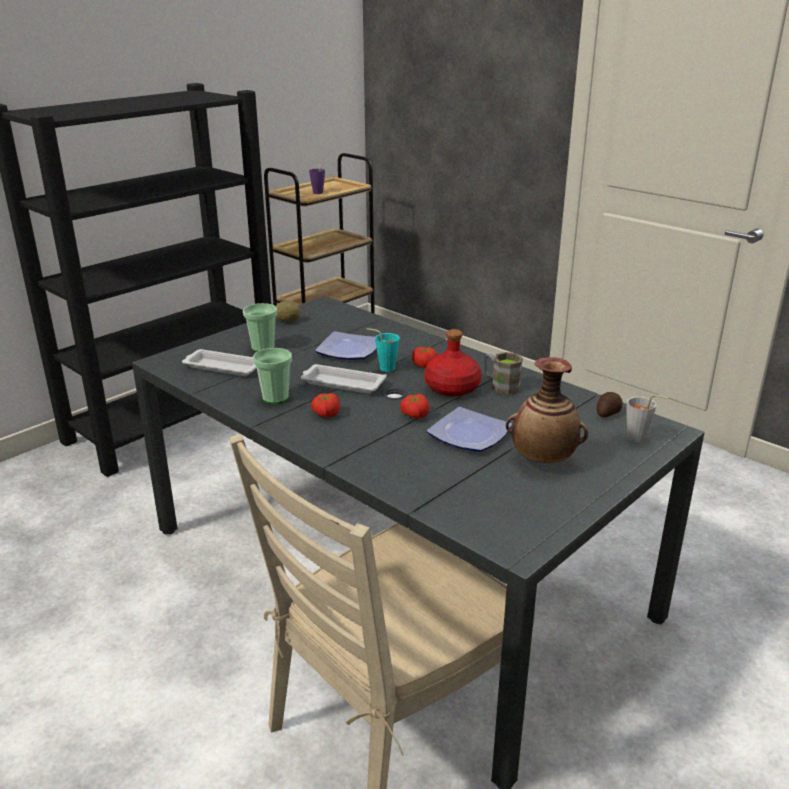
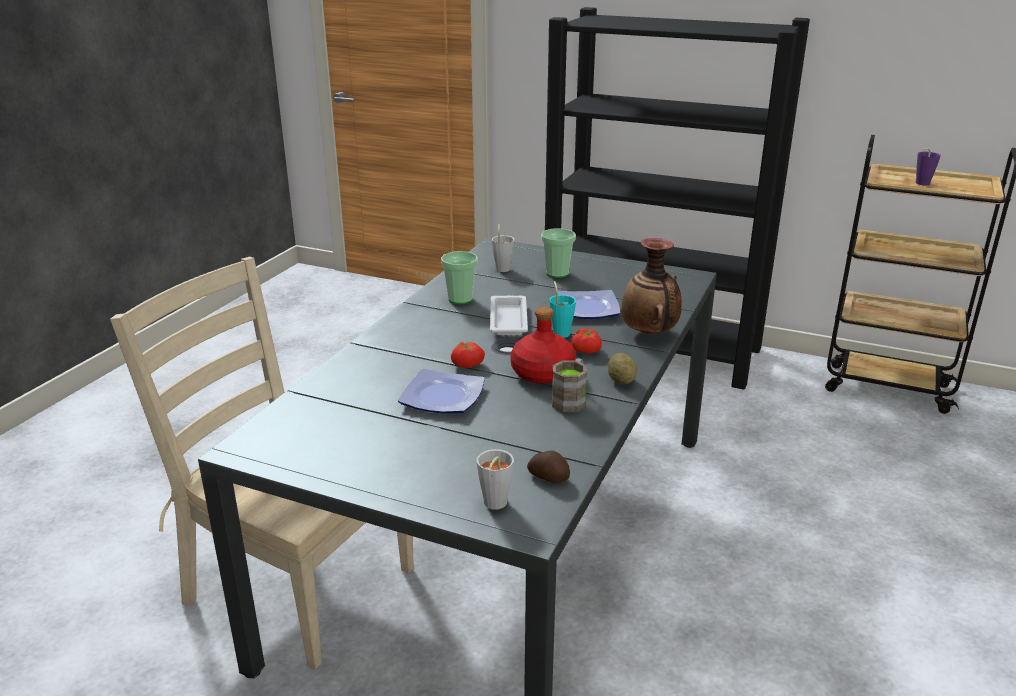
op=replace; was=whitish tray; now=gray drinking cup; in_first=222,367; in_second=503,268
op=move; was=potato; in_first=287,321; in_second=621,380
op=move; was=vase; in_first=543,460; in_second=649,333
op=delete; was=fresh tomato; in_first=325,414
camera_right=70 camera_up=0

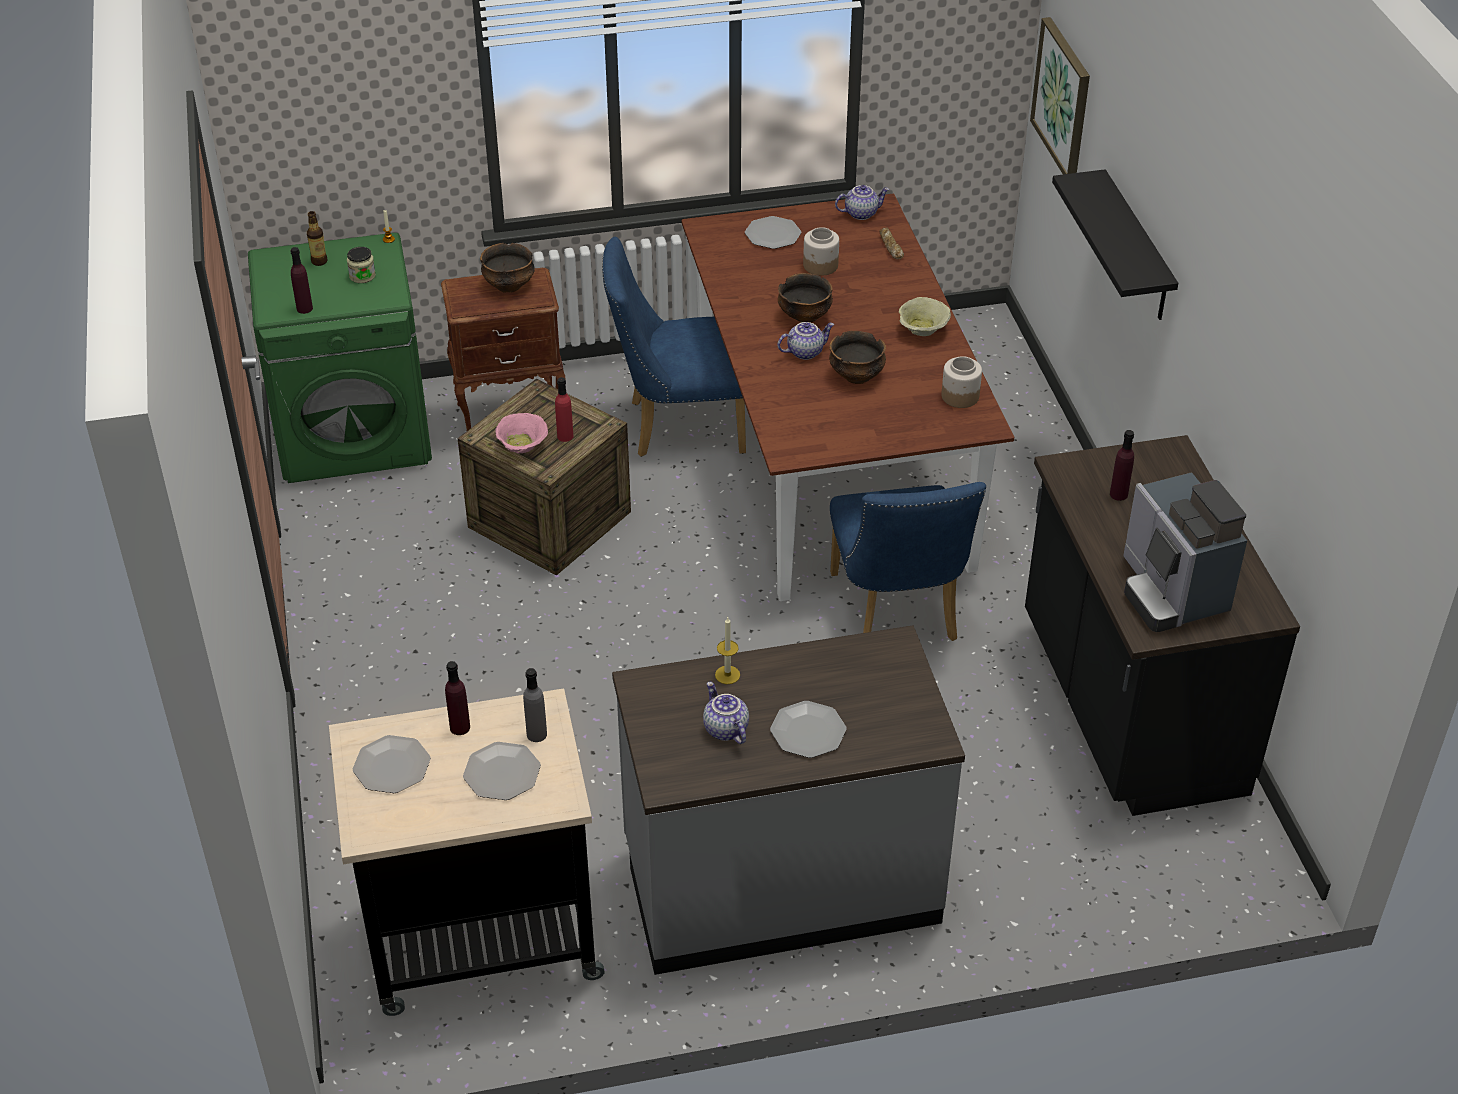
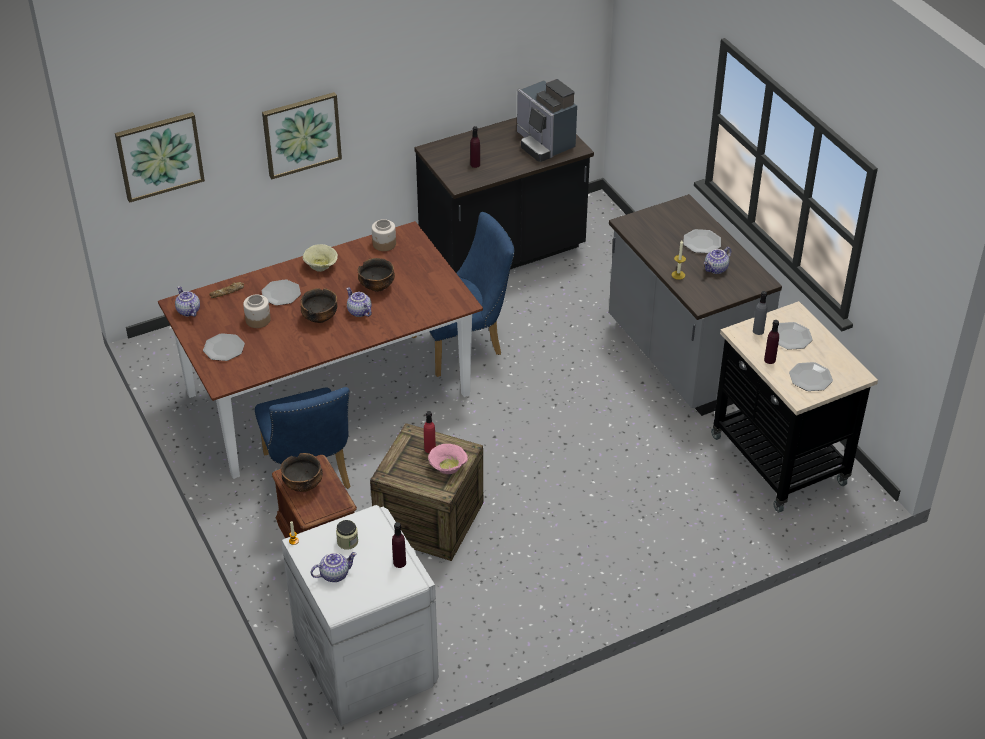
op=replace; was=black wall shelf; now=picture; in_first=1136,249; in_second=301,134
op=insert; now=plate; in_second=281,293
op=recolor; was=greenish washing machine; now=whitish washing machine; in_first=355,435; in_second=367,659
op=replace; was=drink bottle; now=pot for tea; in_first=319,261; in_second=334,574
op=rotate; was=coffee machine; in_first=1171,591; in_second=544,143; clockwise=90
camera_right=-105 camera_up=0

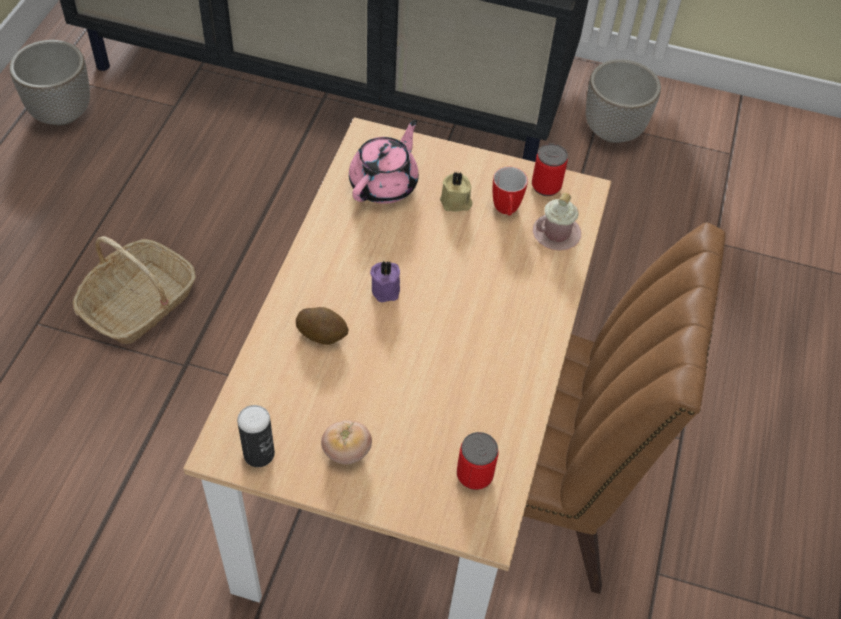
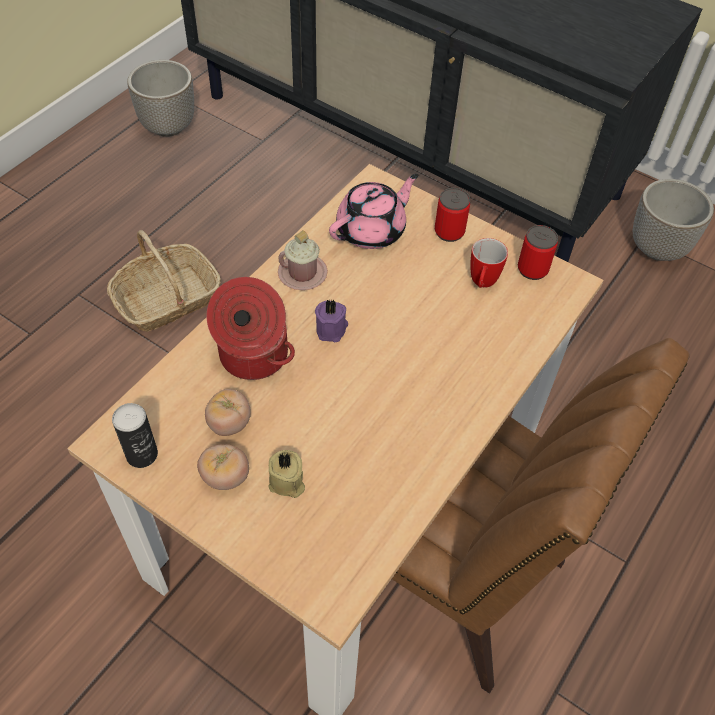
op=insert; now=fresh tomato; in_second=229,423
op=replace; was=potato; now=stockpot; in_first=322,334; in_second=252,356
op=move; was=beige wax candle; in_first=456,202; in_second=287,483
op=move; was=pink-coloured coffee mug; in_first=556,233; in_second=302,273
op=move; was=can; in_first=474,475; in_second=449,232
camera_right=20 camera_up=0

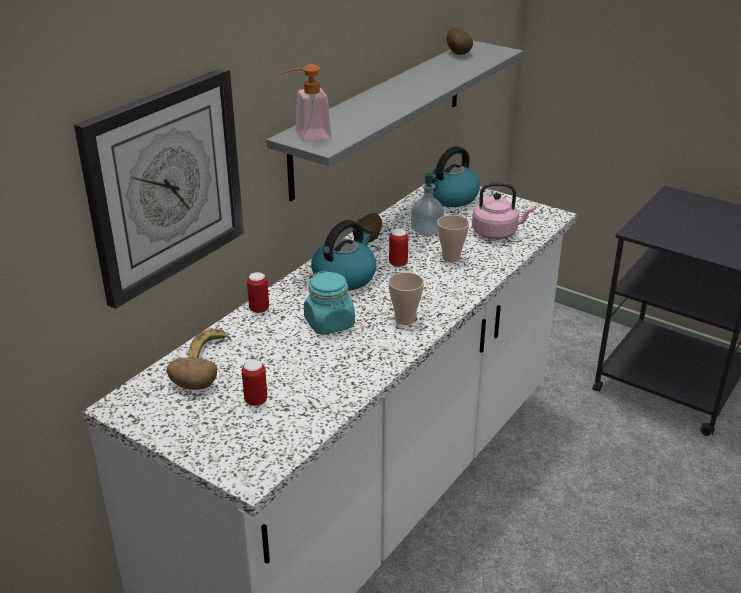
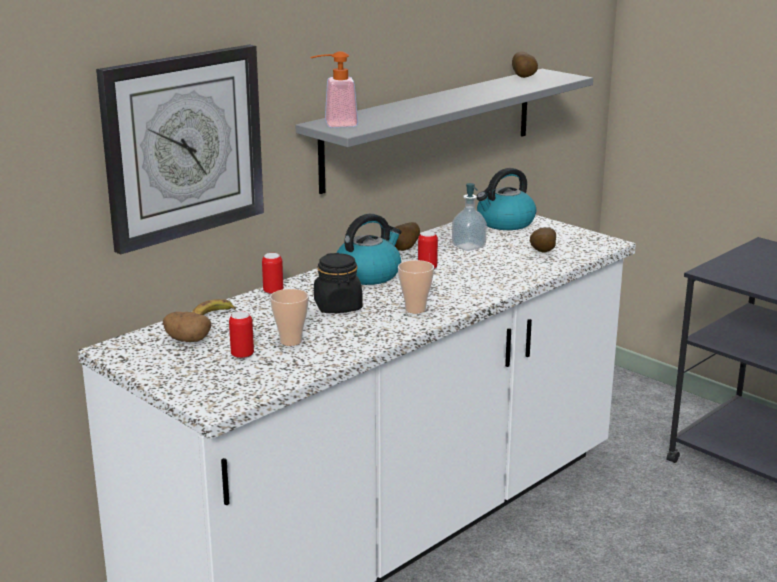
op=move; was=drinking cup; in_first=451,257; in_second=291,341
op=recolor; was=blue-green preserve jar; now=black preserve jar; in_first=329,323; in_second=338,307
op=replace; was=pink-coloured kettle; now=potato; in_first=497,233; in_second=542,252
camera_right=10 camera_up=-10

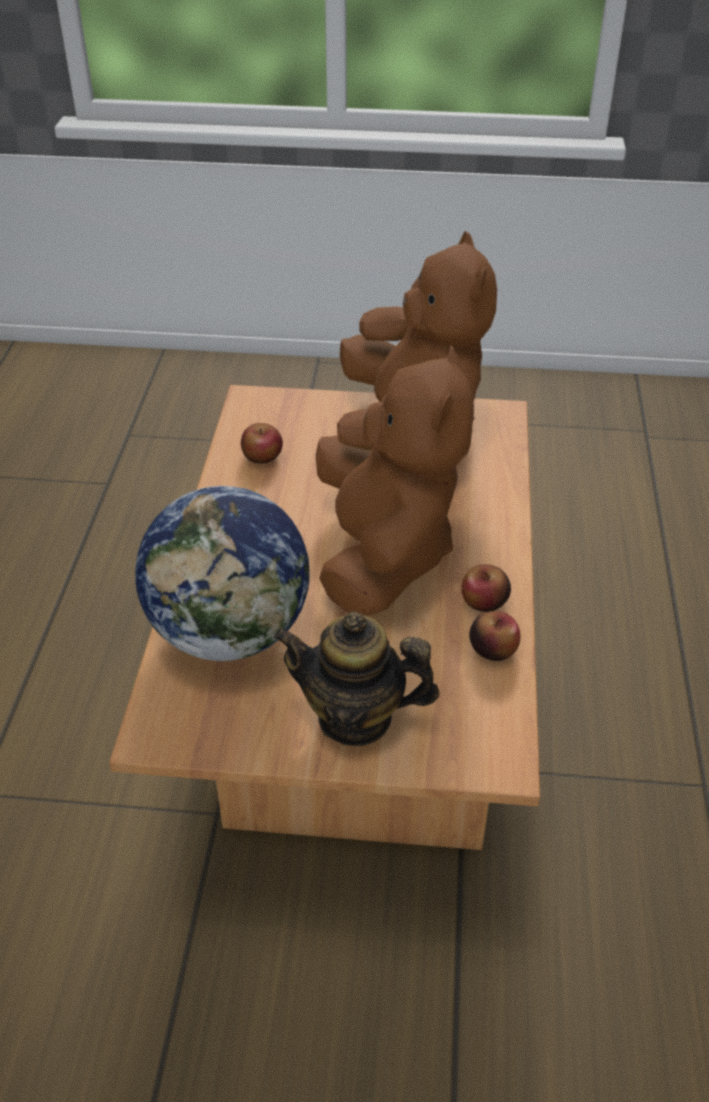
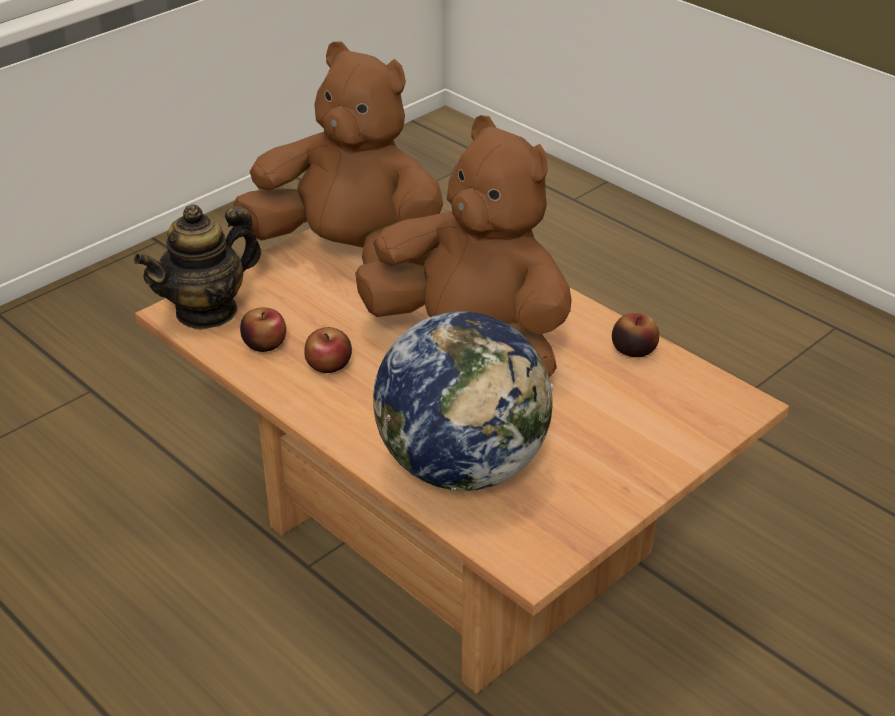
op=move; was=pot for tea; in_first=355,717; in_second=207,311
op=move; was=apple fruit; in_first=484,602; in_second=329,365
camera_right=-50 camera_up=-5

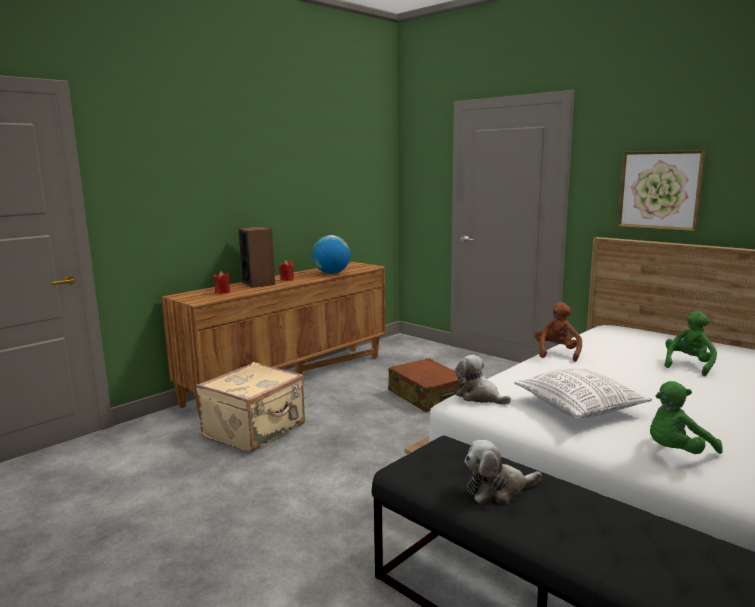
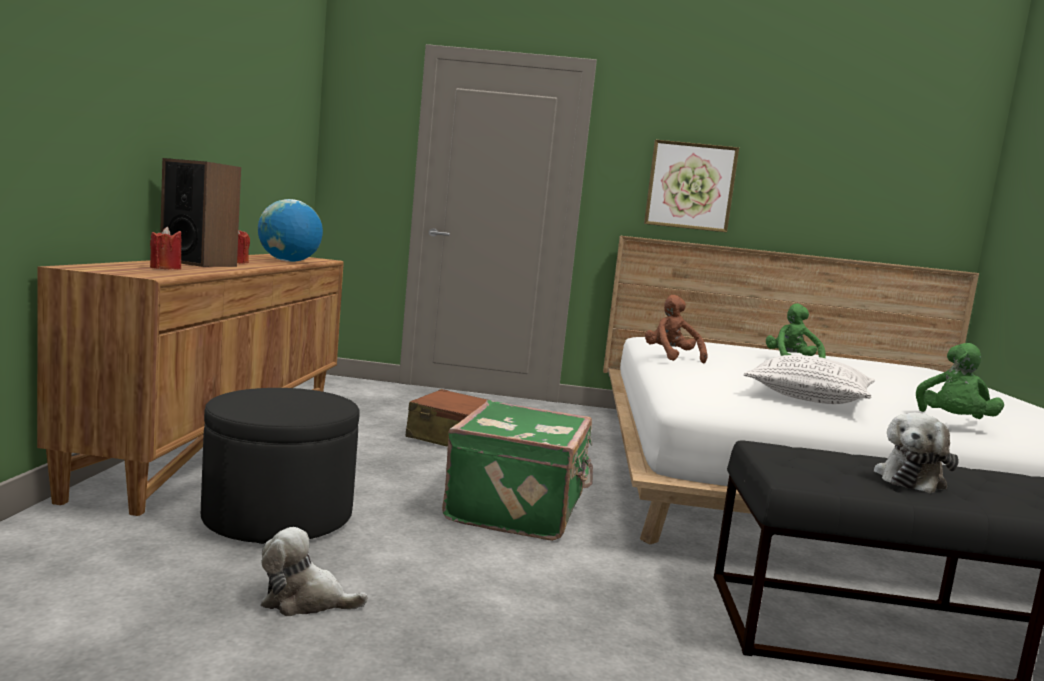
op=replace; was=beige travel case; now=black footrest; in_first=256,431; in_second=278,516
op=move; was=soft toy; in_first=479,397; in_second=305,601
op=insert; now=greenish travel case; in_second=519,509
camera_right=-40 camera_up=-5

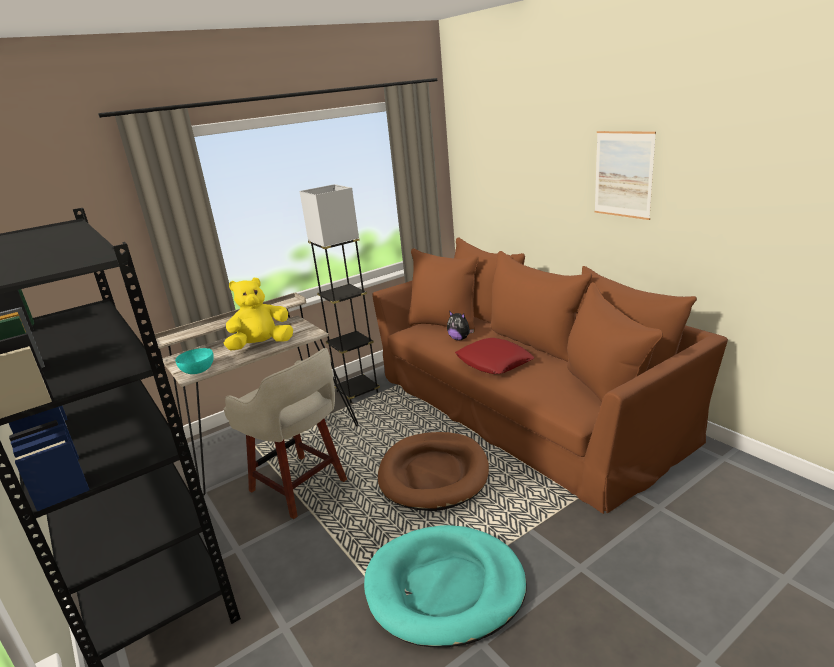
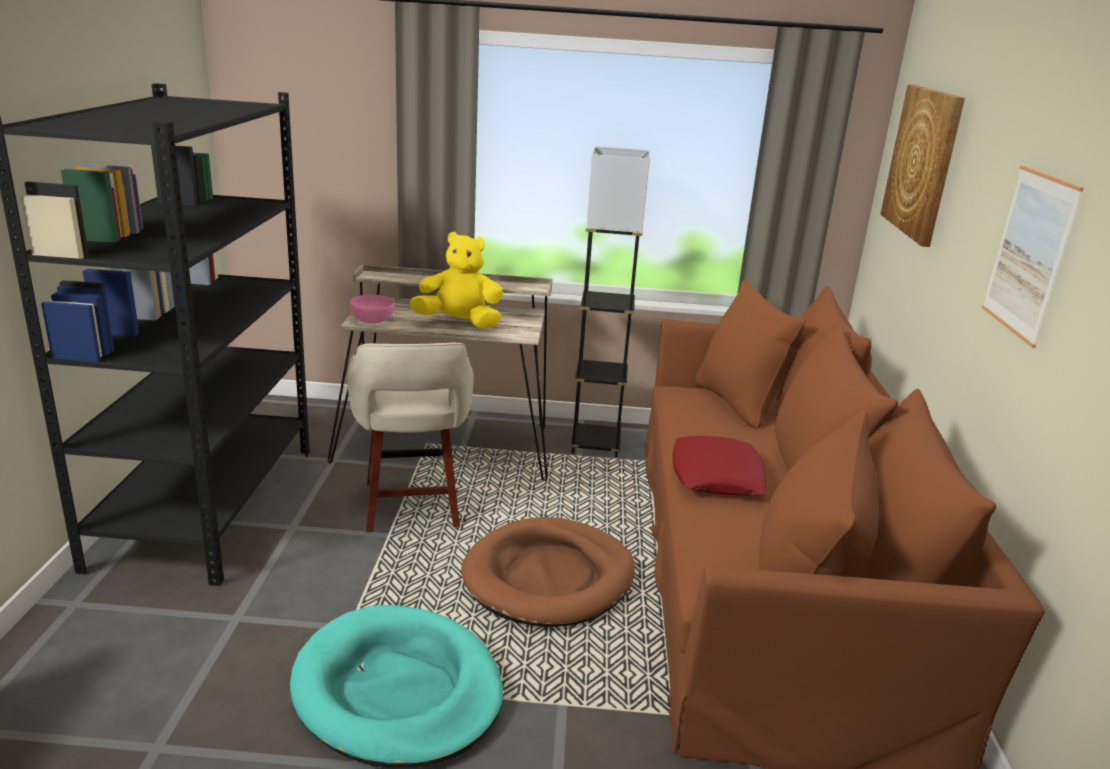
op=recolor; was=blue-green deep dish; now=pink-coloured deep dish; in_first=198,370; in_second=373,320
op=insert; now=picture; in_second=922,162
op=delete; was=soft toy; in_first=459,339
camera_right=35 camera_up=0

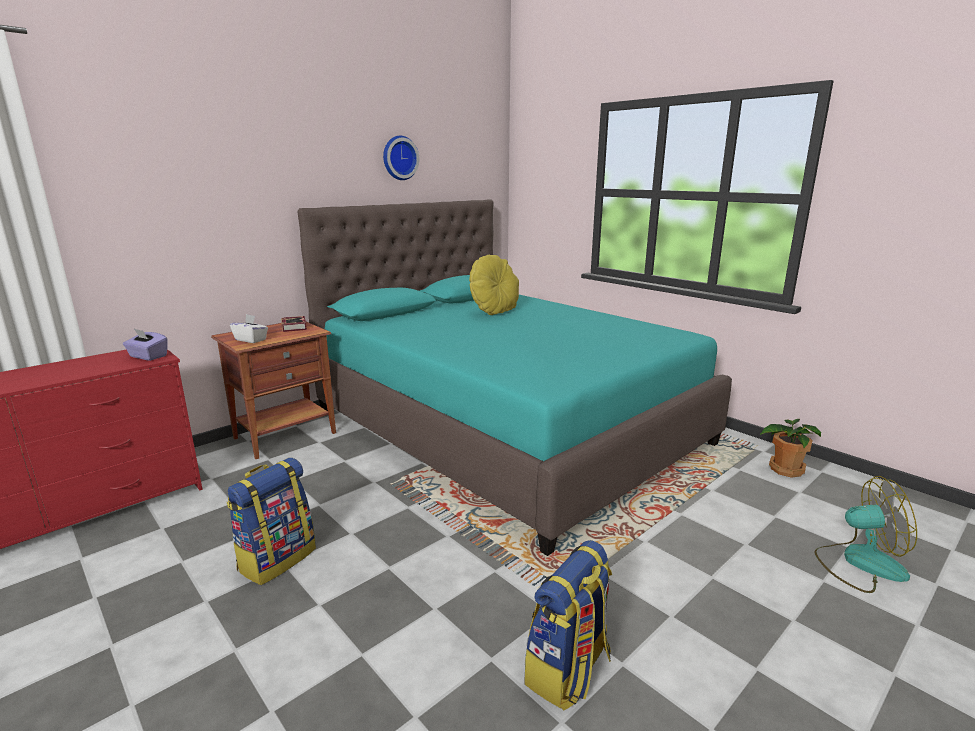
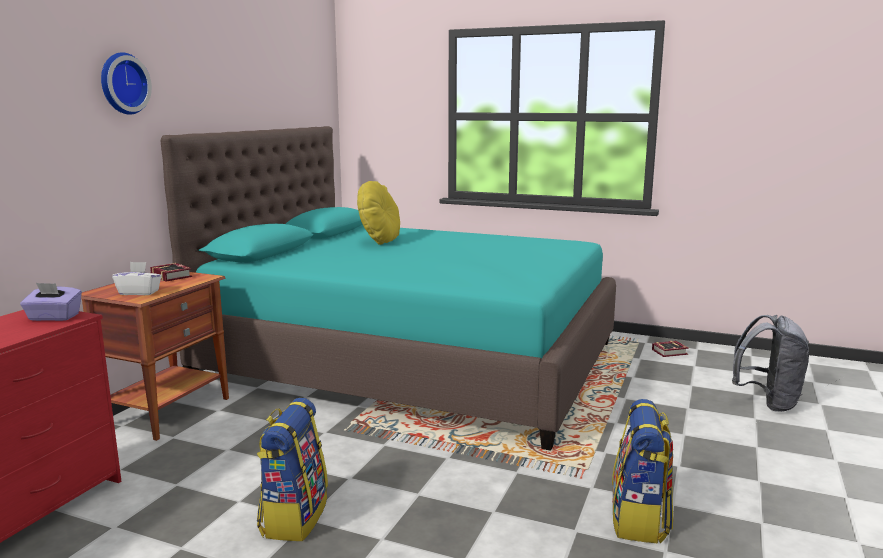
op=move; was=clock on the wall; in_first=399,158; in_second=122,83
op=replace; was=houseplant; now=book; in_first=784,469; in_second=671,352
op=replace; was=electric fan; now=gray knapsack; in_first=859,563; in_second=767,402
camera_right=-25 camera_up=-5

